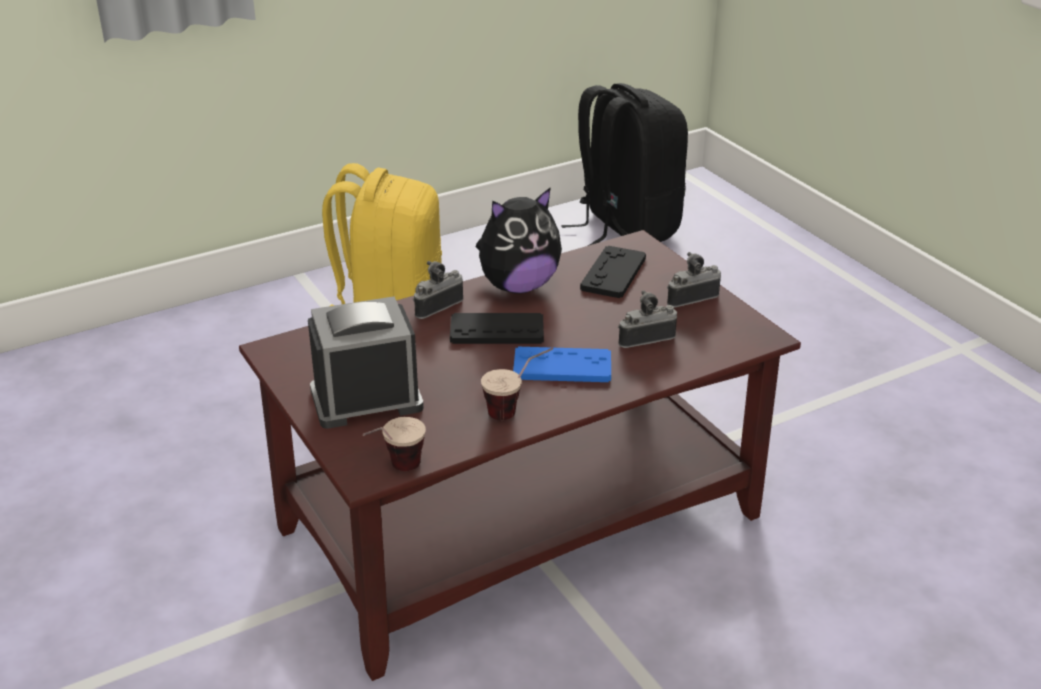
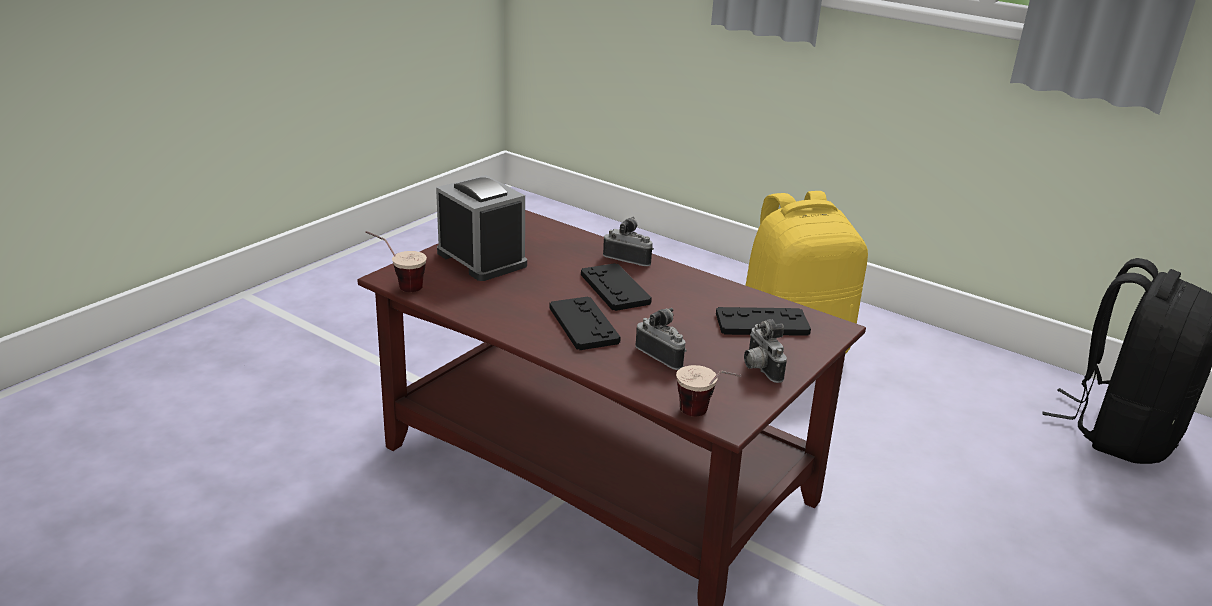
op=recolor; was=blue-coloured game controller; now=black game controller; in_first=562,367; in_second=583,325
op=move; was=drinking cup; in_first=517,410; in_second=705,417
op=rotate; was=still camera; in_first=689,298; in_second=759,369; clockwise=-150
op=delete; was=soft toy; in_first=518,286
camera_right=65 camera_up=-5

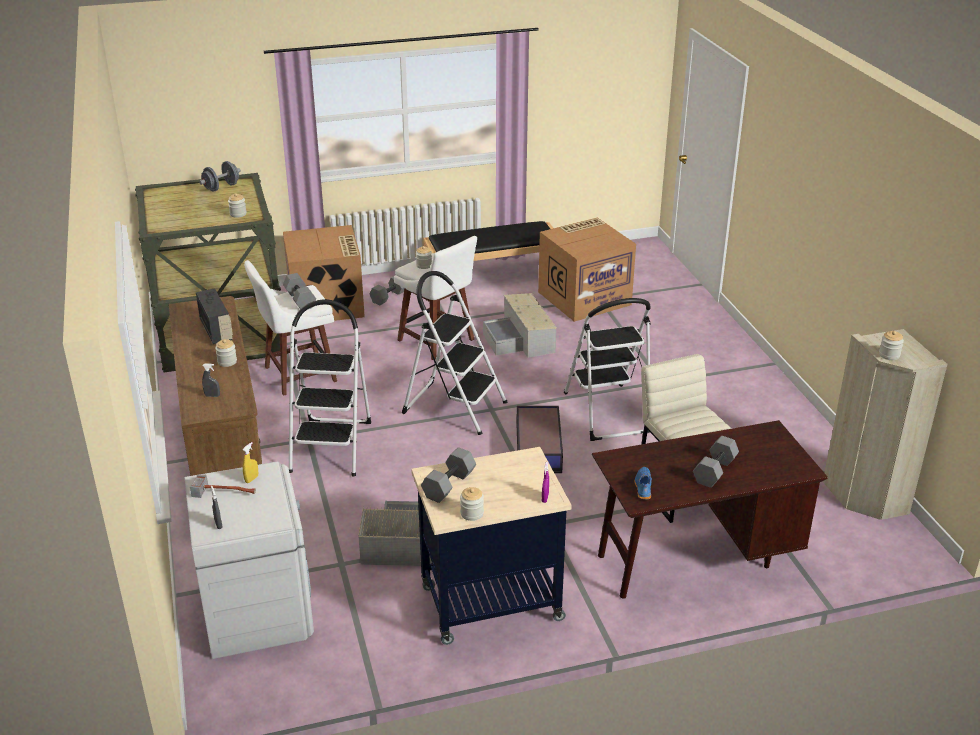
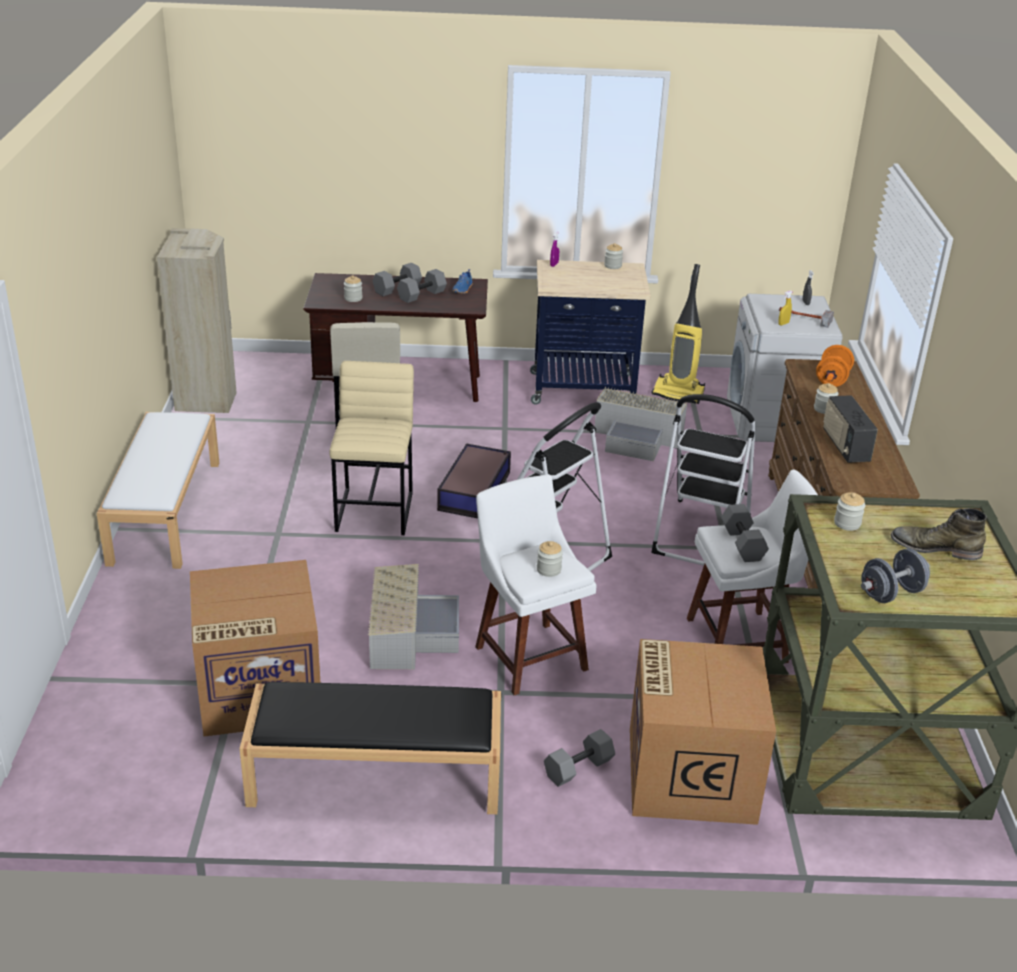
op=insert; now=whitish indoor bench; in_second=165,511
op=replace; was=stepladder; now=beige plain chair; in_first=606,414; in_second=374,510
op=move; was=preserve jar; in_first=889,355; in_second=353,298
op=move; was=gray free weight; in_first=449,485; in_second=421,295
op=insert; now=vacuum cleaner; in_second=678,393
op=replace; was=gray spray bottle; now=orange free weight; in_first=212,396; in_second=832,379
op=insert; now=greenish high-top boot; in_second=935,547
camera_right=-165 camera_up=0

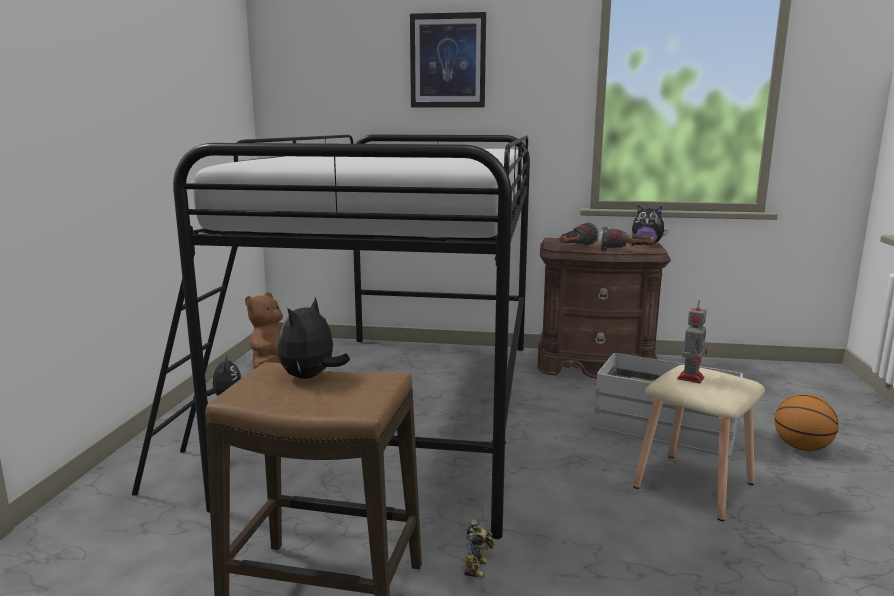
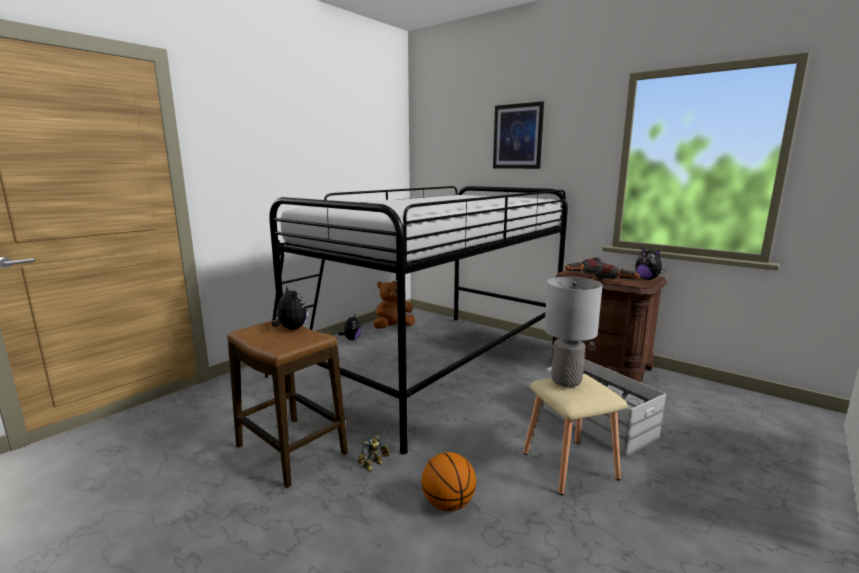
op=rotate; was=soft toy; in_first=310,377; in_second=291,329; clockwise=90
op=move; was=basketball ball; in_first=802,448; in_second=448,504
op=replace; was=robot figure; now=gray lamp for a table; in_first=691,378; in_second=566,383
camera_right=30 camera_up=0

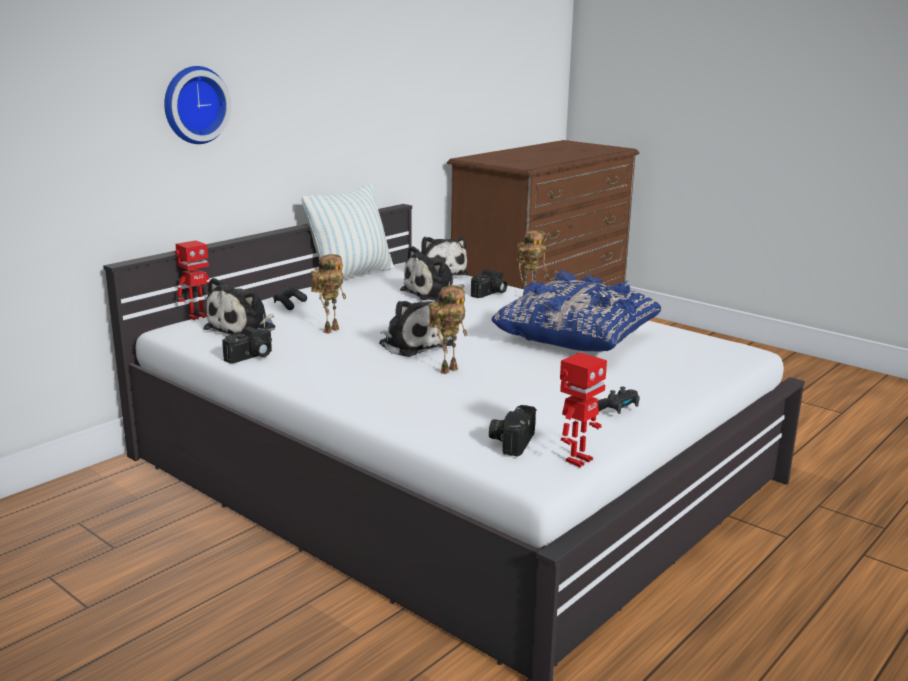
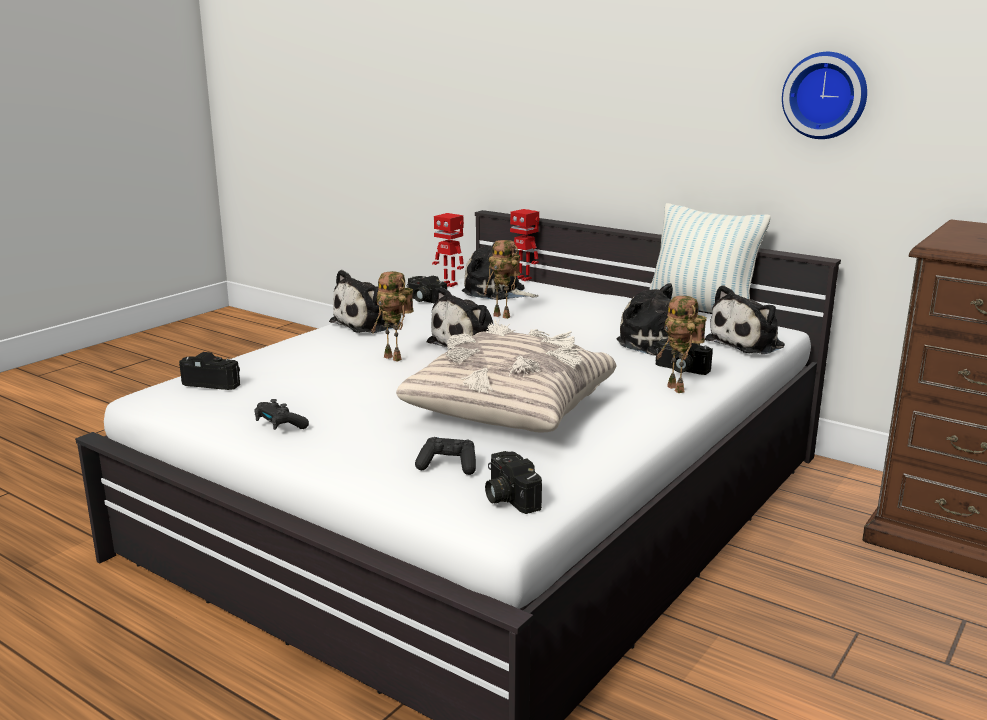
op=insert; now=soft toy; in_second=369,324
op=recolor; was=blue-coloured pillow; now=beige pillow; in_first=576,340; in_second=510,412
op=move; was=black game controller; in_first=289,305; in_second=448,466
op=move; was=robot figure; in_first=577,460; in_second=449,284
op=insert; now=still camera; in_second=507,497
op=move; was=clock on the wall; in_first=194,104; in_second=826,95
camera_right=85 camera_up=0

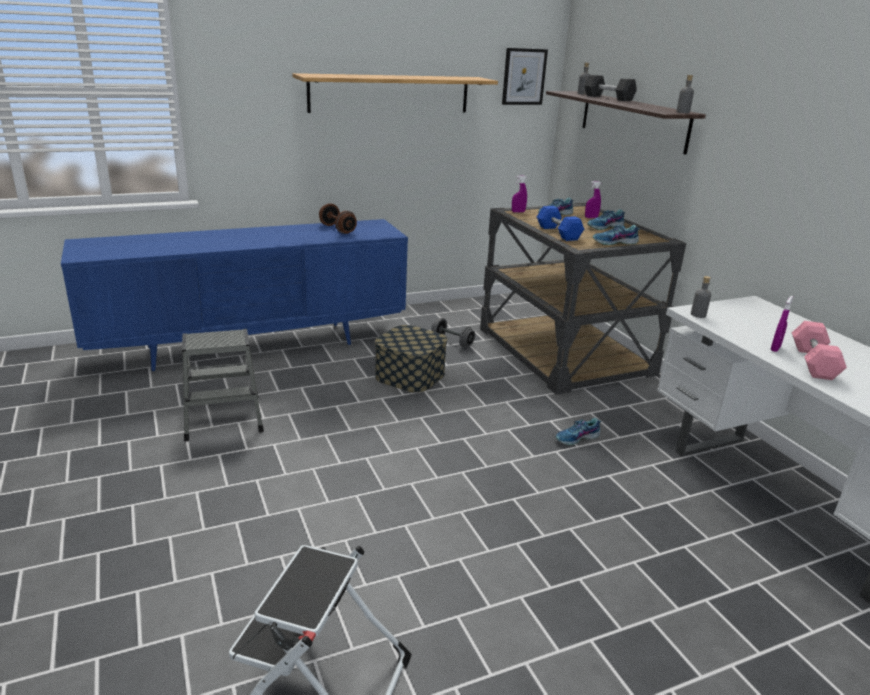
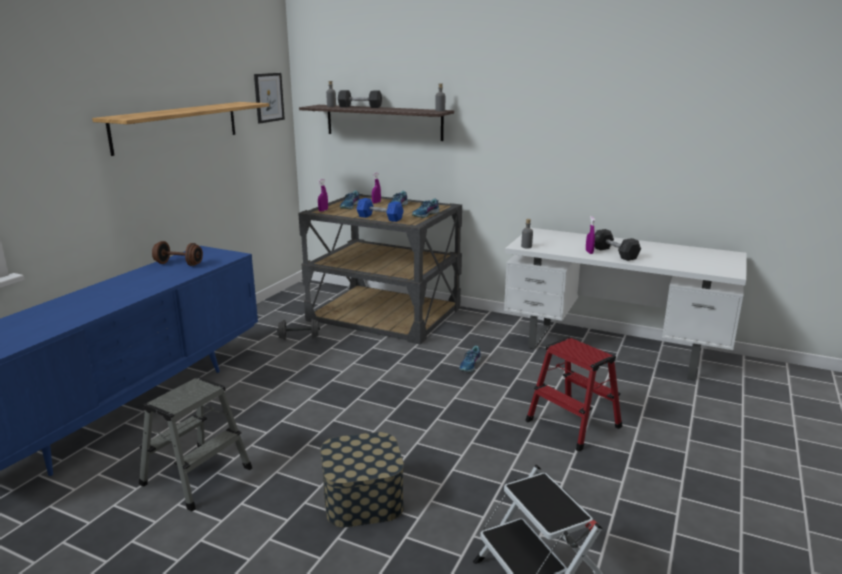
op=move; was=storage box; in_first=410,375; in_second=363,498
op=insert; now=red stepladder; in_second=573,424
op=recolor; was=pink-coloured free weight; now=gray free weight; in_first=813,362; in_second=614,253
camera_right=-40 camera_up=-5

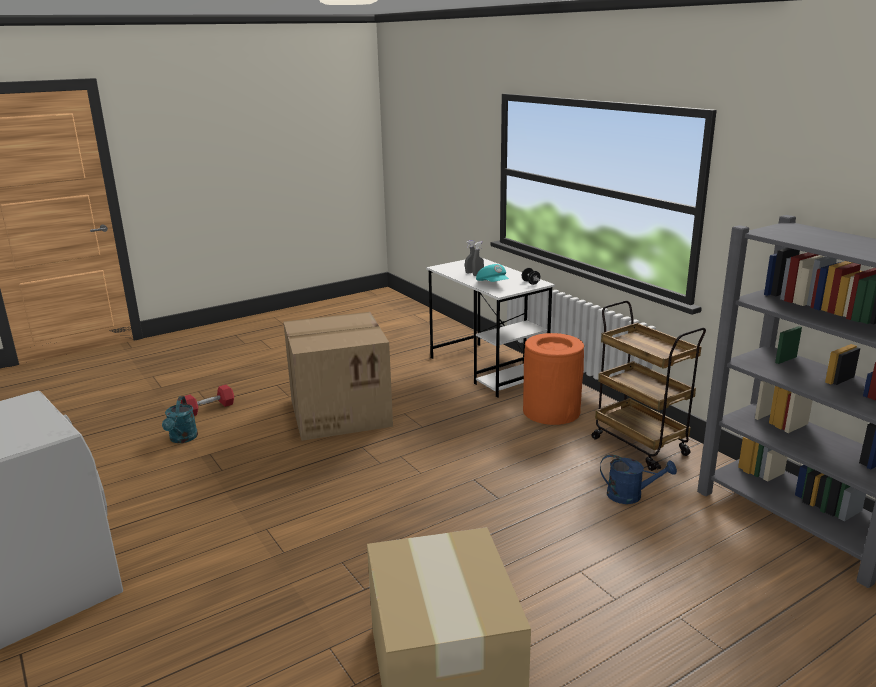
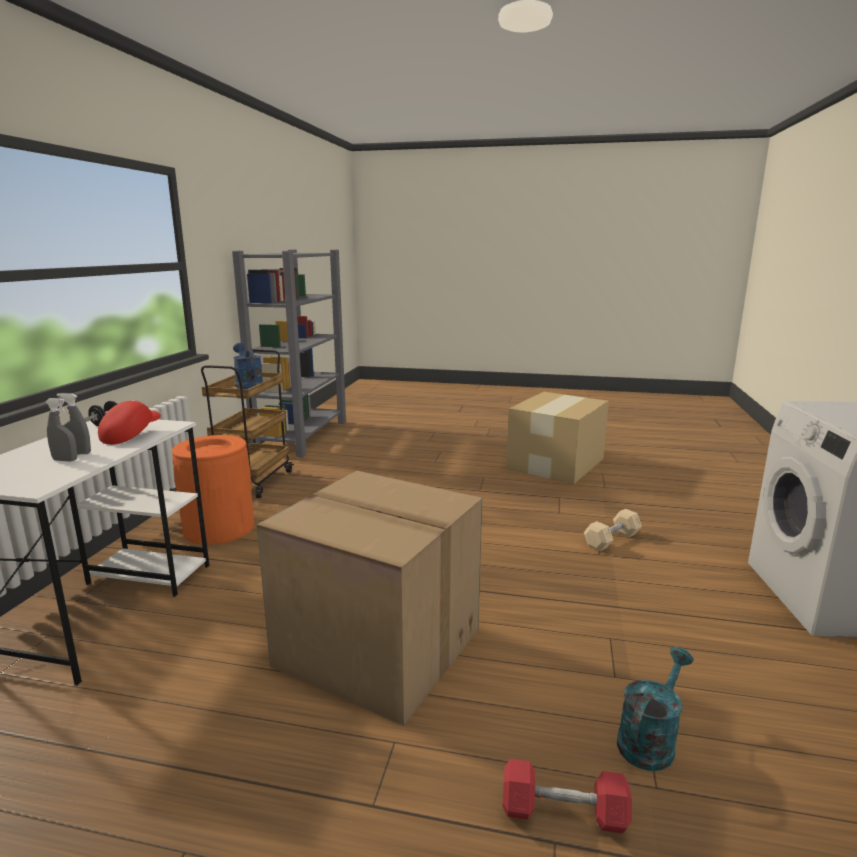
op=recolor; was=blue-green peaked cap; now=red peaked cap; in_first=493,284; in_second=131,435
op=move; was=blue-coloured watering pot; in_first=631,496; in_second=247,384
op=insert; now=beige free weight; in_second=612,540
camera_right=-135 camera_up=-5

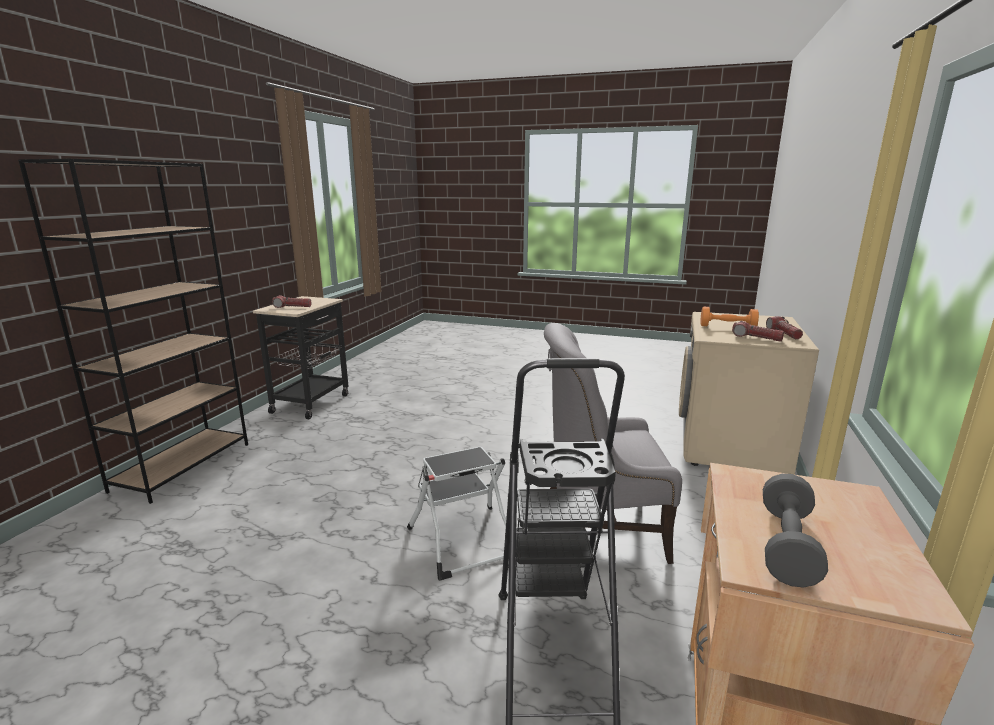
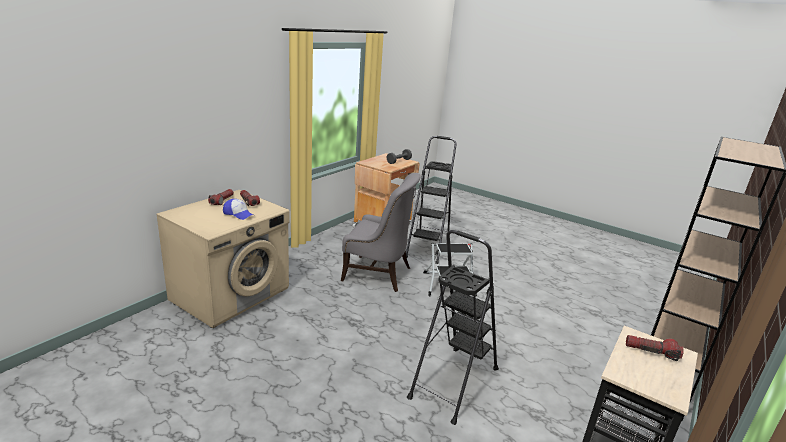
op=replace; was=orange free weight; now=peaked cap; in_first=727,327; in_second=238,214
op=insert; now=stepladder; in_second=454,383
camera_right=-165 camera_up=5

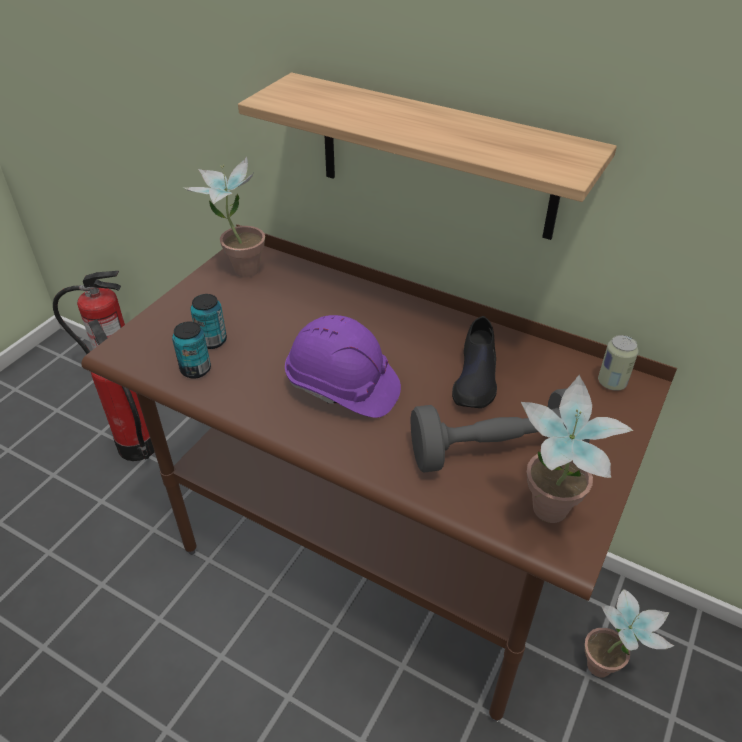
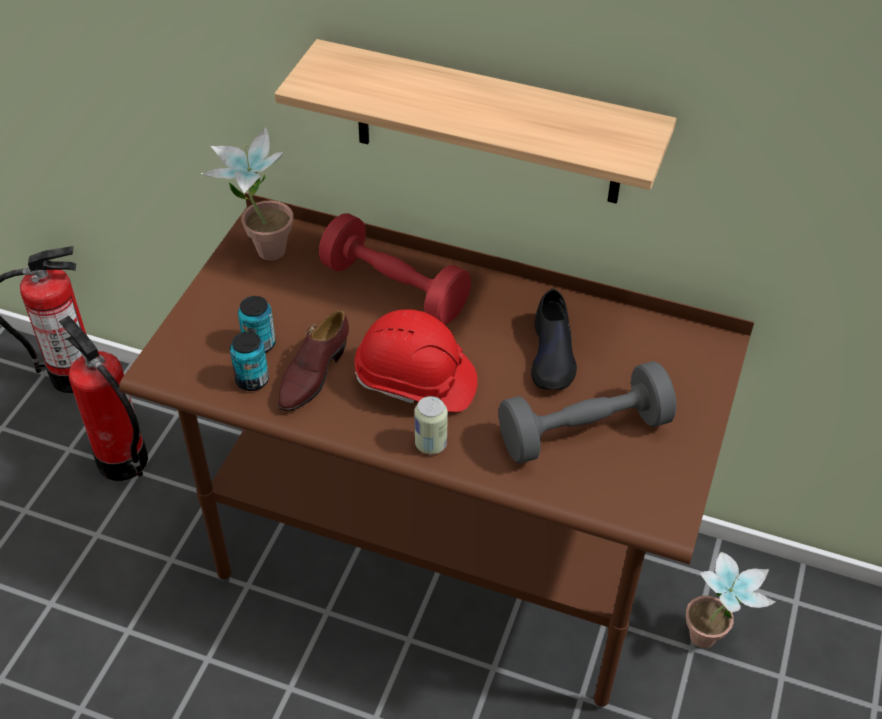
op=insert; now=brown-coloured low shoe; in_second=313,374
op=insert; now=red free weight; in_second=394,289
op=recolor; was=purplish safety helmet; now=red safety helmet; in_first=342,387; in_second=415,382
op=move; was=can; in_first=611,383; in_second=430,444
op=delete; was=houseplant; in_first=548,520
camera_right=-10 camera_up=5

